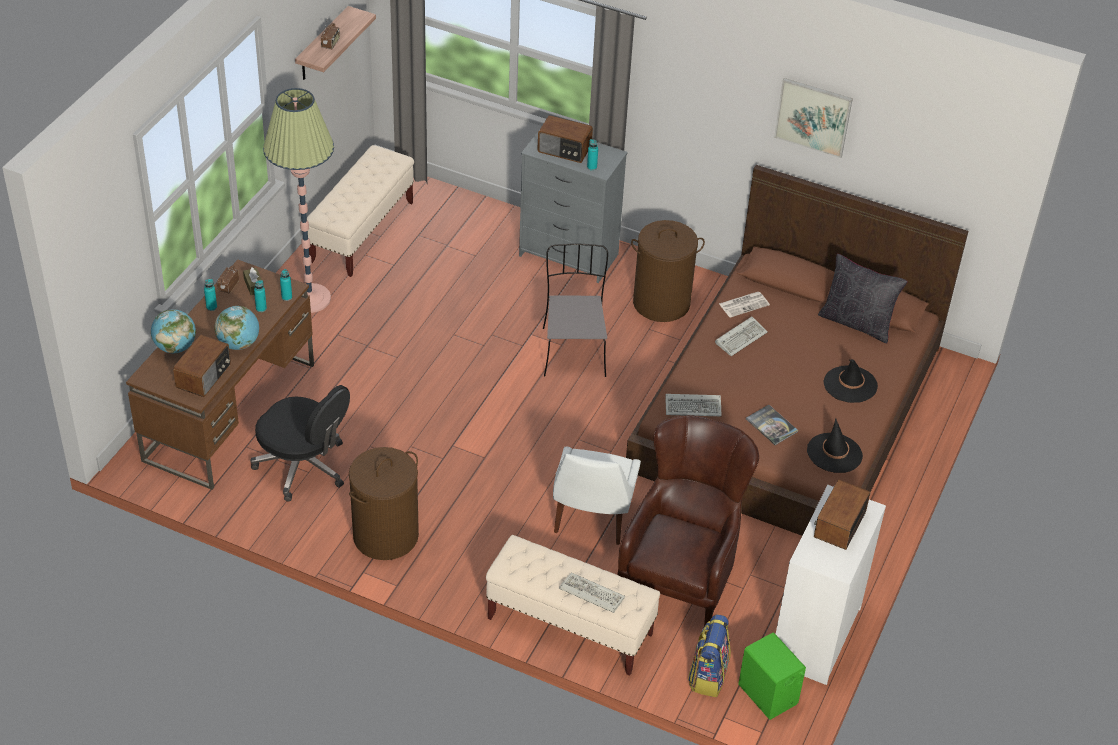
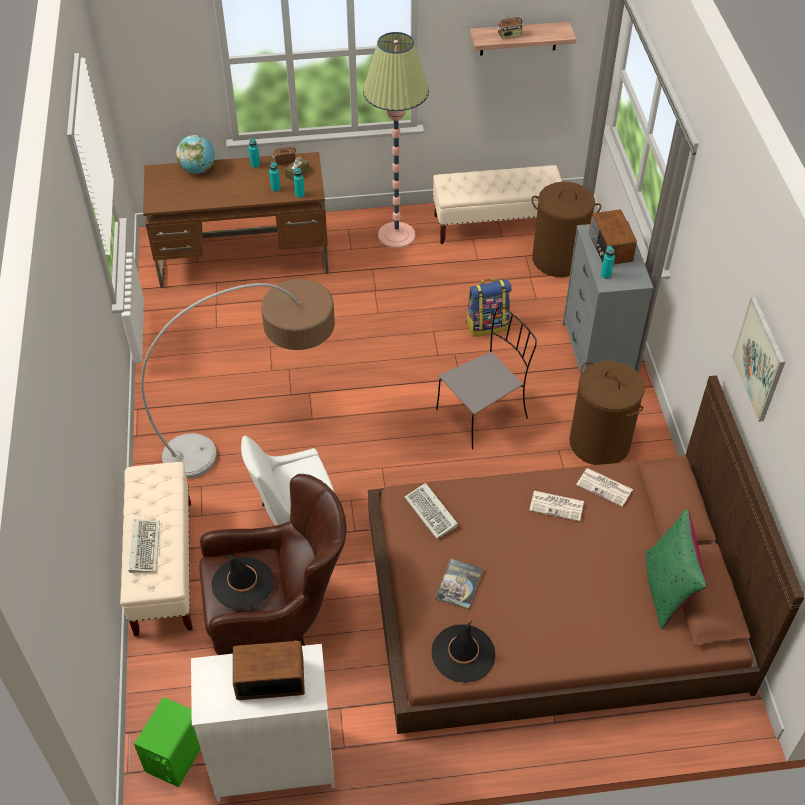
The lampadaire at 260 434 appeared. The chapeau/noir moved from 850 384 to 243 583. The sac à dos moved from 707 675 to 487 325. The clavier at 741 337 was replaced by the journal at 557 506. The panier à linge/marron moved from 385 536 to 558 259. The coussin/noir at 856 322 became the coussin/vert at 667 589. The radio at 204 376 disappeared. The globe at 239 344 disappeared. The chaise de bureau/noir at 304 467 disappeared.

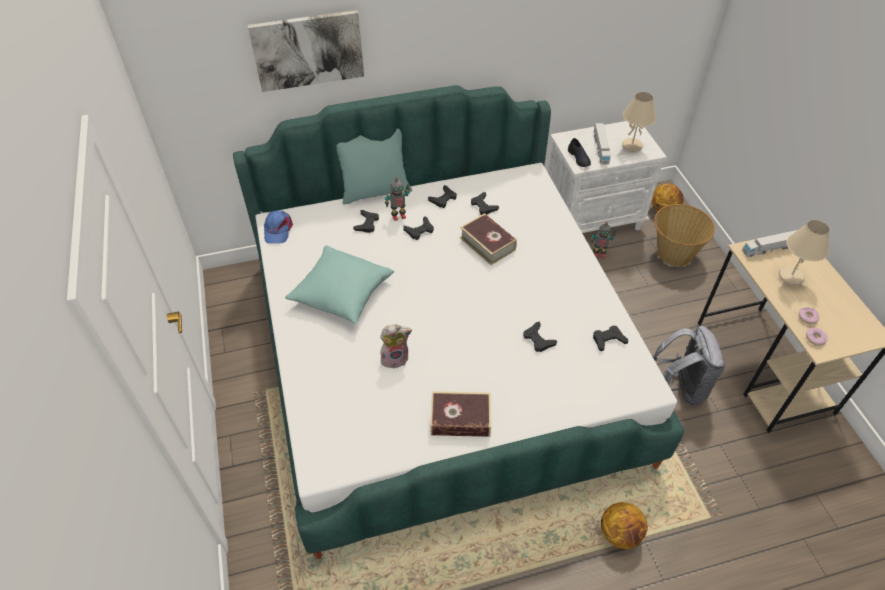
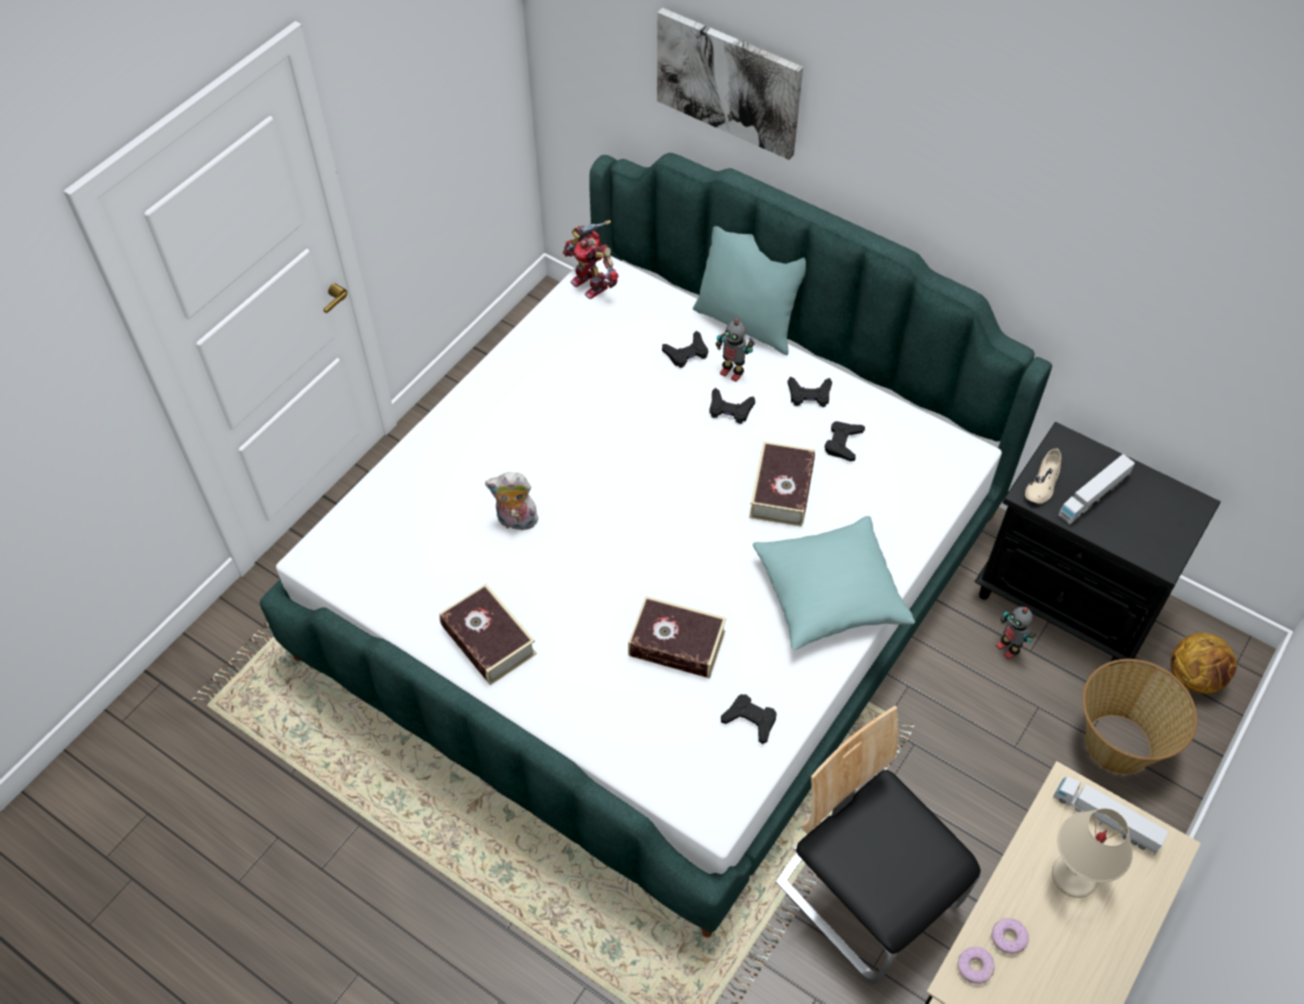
The peluche at 395 358 turned 150 degrees clockwise. The casquette/bleu at 277 230 was replaced by the robot jouet at 591 284. The manette/noir at 538 339 was replaced by the livre at 677 644. The coussin/turquoise moved from 342 293 to 829 594. The sac à dos/gris at 680 387 was replaced by the chaise at 867 893. The table de chevet/blanc at 593 219 became the table de chevet/noir at 1069 599. The chaussure/noir at 579 158 became the chaussure/beige at 1043 483. The ballon de basket at 620 534 disappeared. The lampe de table/beige at 632 146 disappeared.

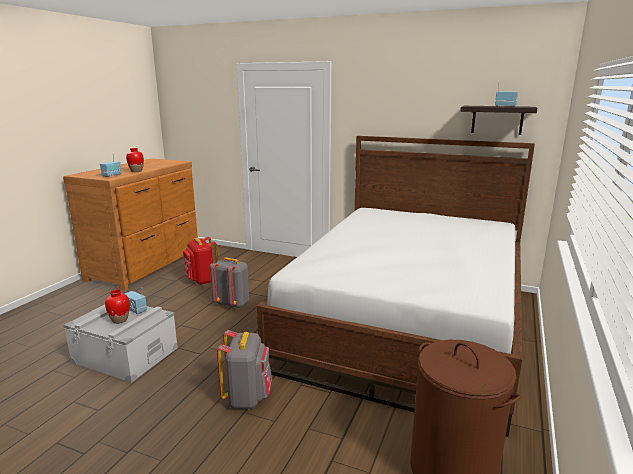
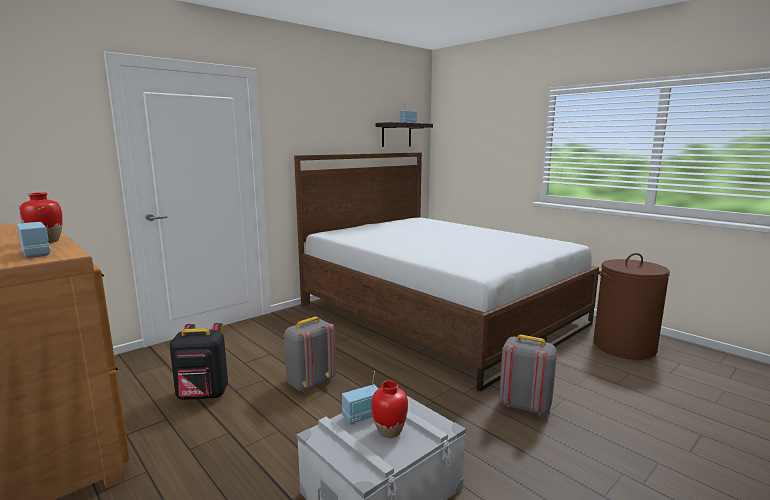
The sac à dos/rouge at 201 280 became the sac à dos/noir at 203 395.

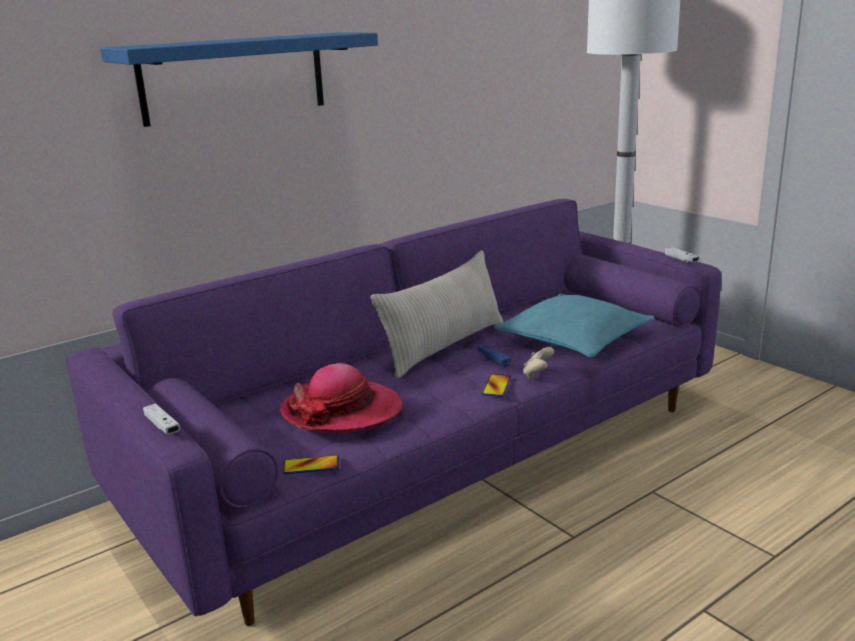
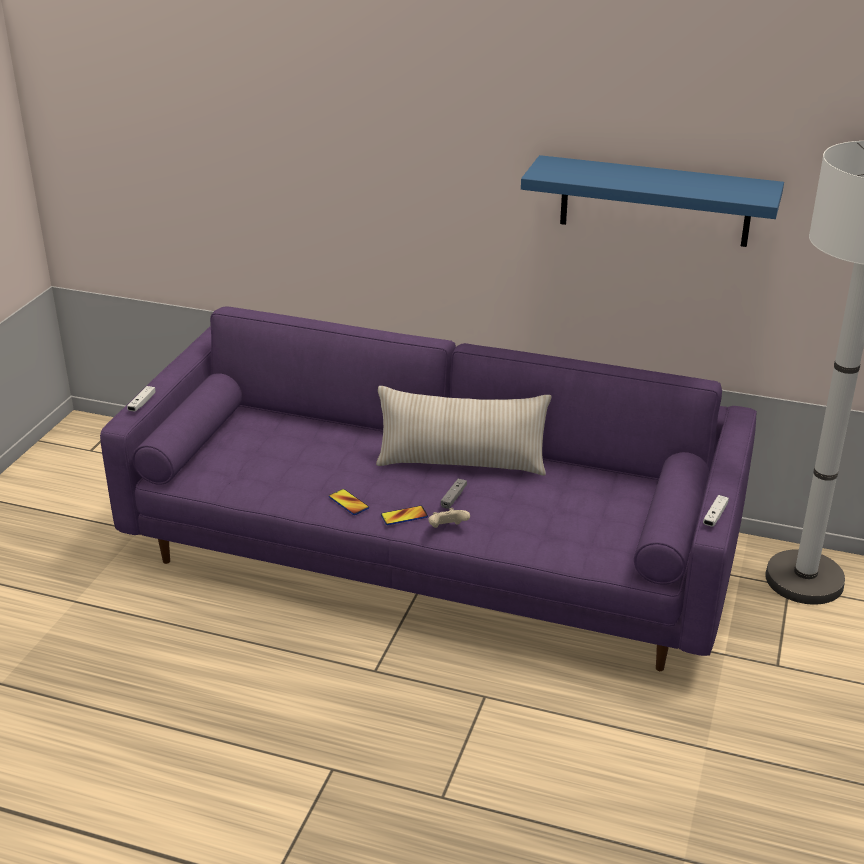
The téléphone moved from 311 466 to 348 503. The manette/bleu at 493 360 became the manette/gris at 453 497. The étagère/bleu moved from 234 77 to 655 201. The chapeau at 342 411 disappeared. The coussin/turquoise at 574 339 disappeared.

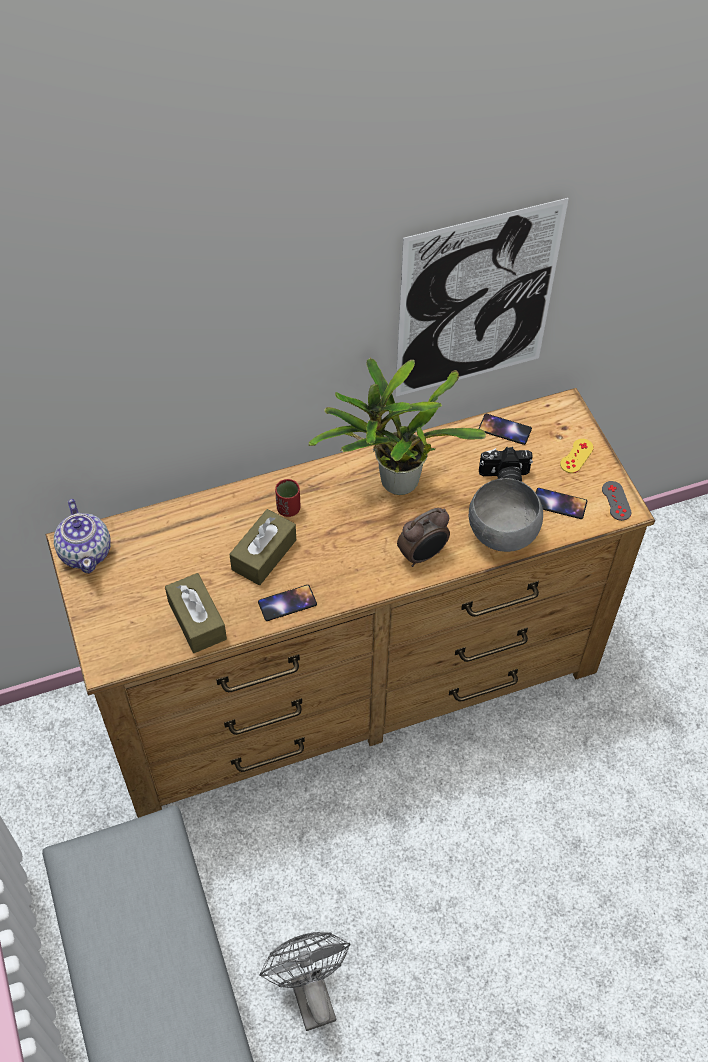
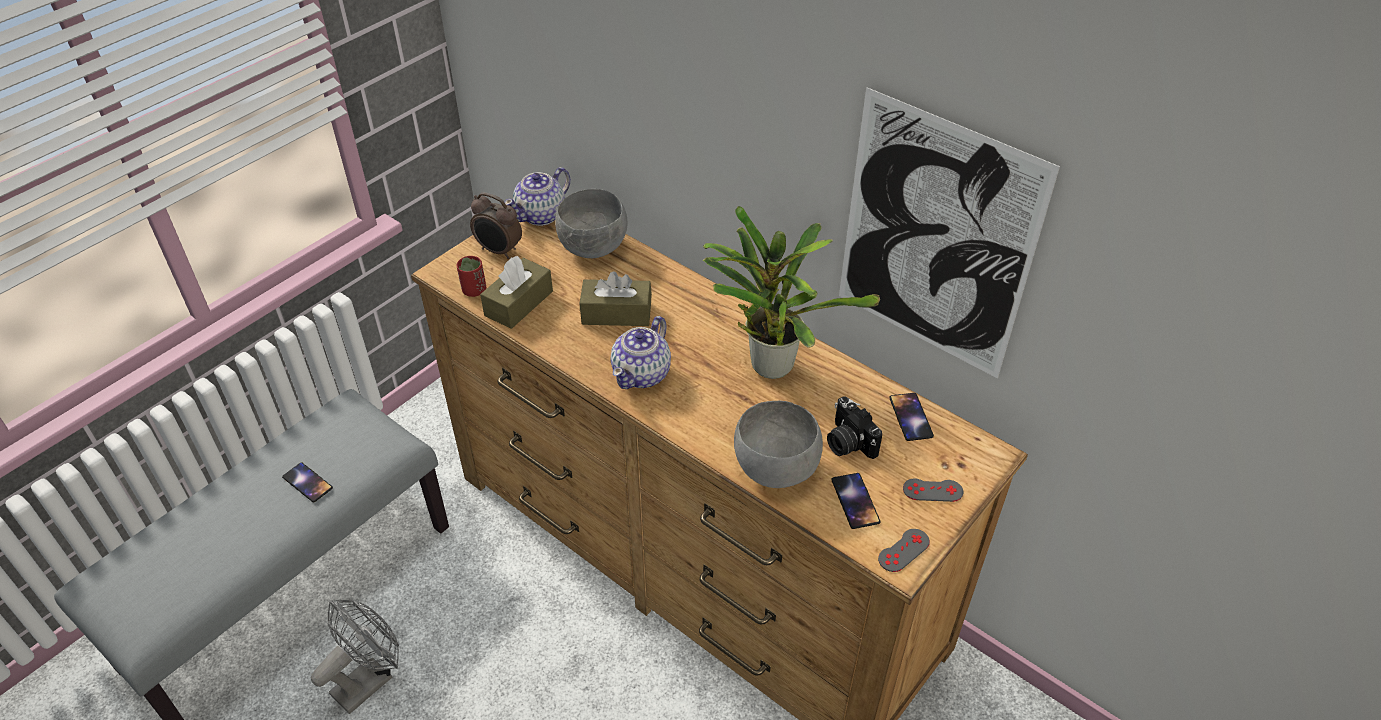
The téléphone moved from 287 603 to 307 482. The tasse/rouge moved from 288 508 to 474 290. The réveil moved from 423 555 to 499 251. The bol/gris at 594 248 appeared. The théière at 642 374 appeared. The manette/jaune at 576 456 became the manette/gris at 932 490.

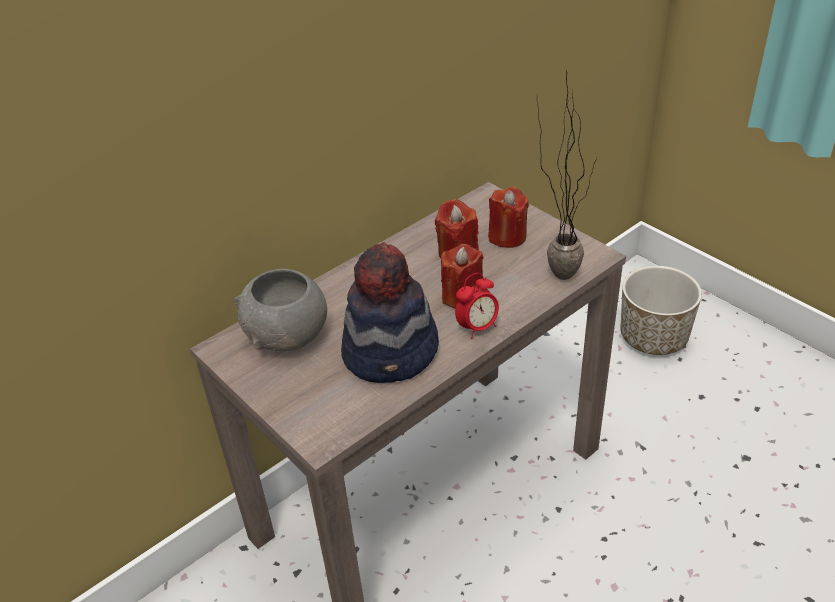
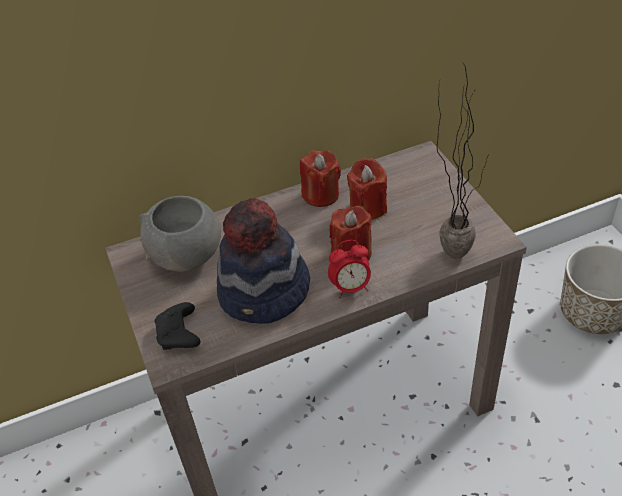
The manette/noir at 179 334 appeared. The bougie/rouge moved from 507 236 to 321 195.

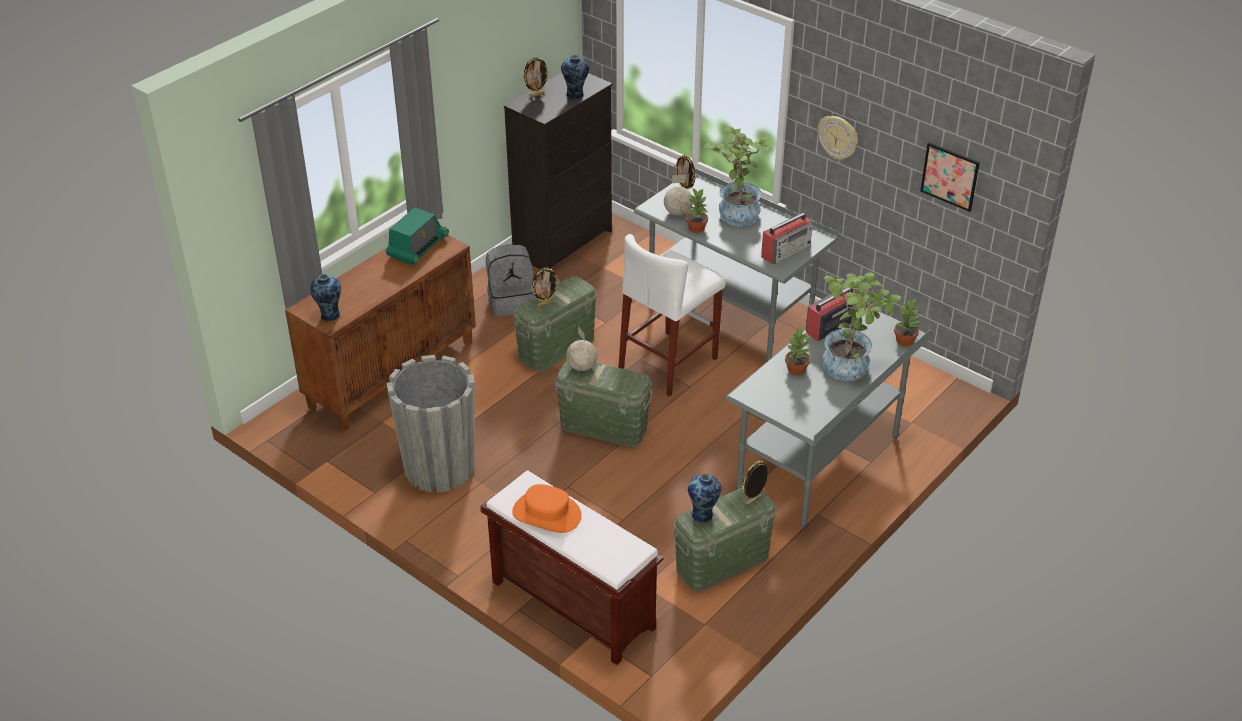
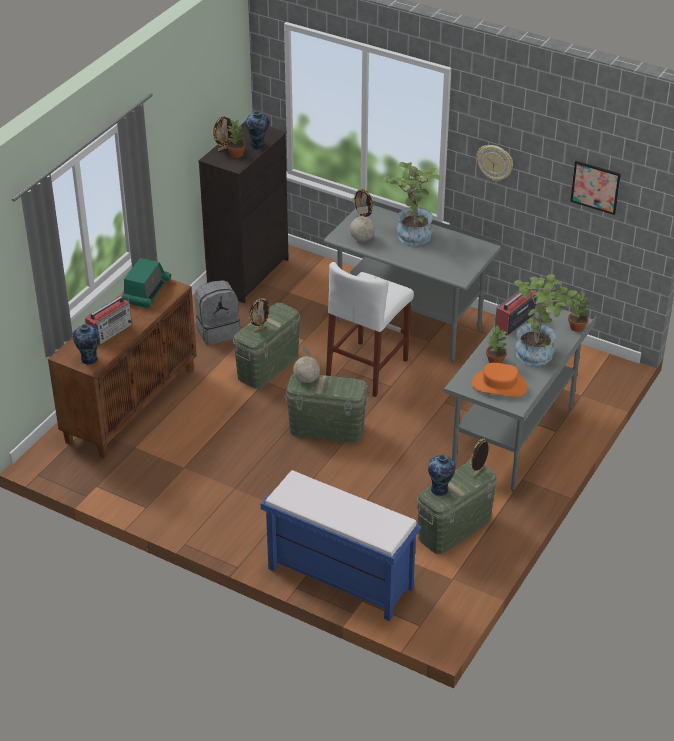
The radio moved from 786 251 to 110 331. The plante en pot moved from 696 228 to 236 153. The banc/marron at 571 604 became the banc/bleu at 338 578. The chapeau/orange moved from 547 514 to 499 385. The cache-pot/gris at 439 468 disappeared.

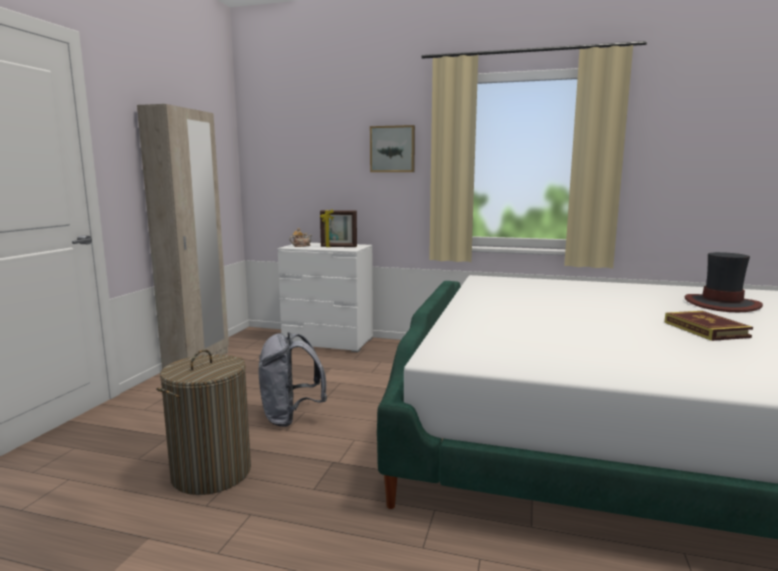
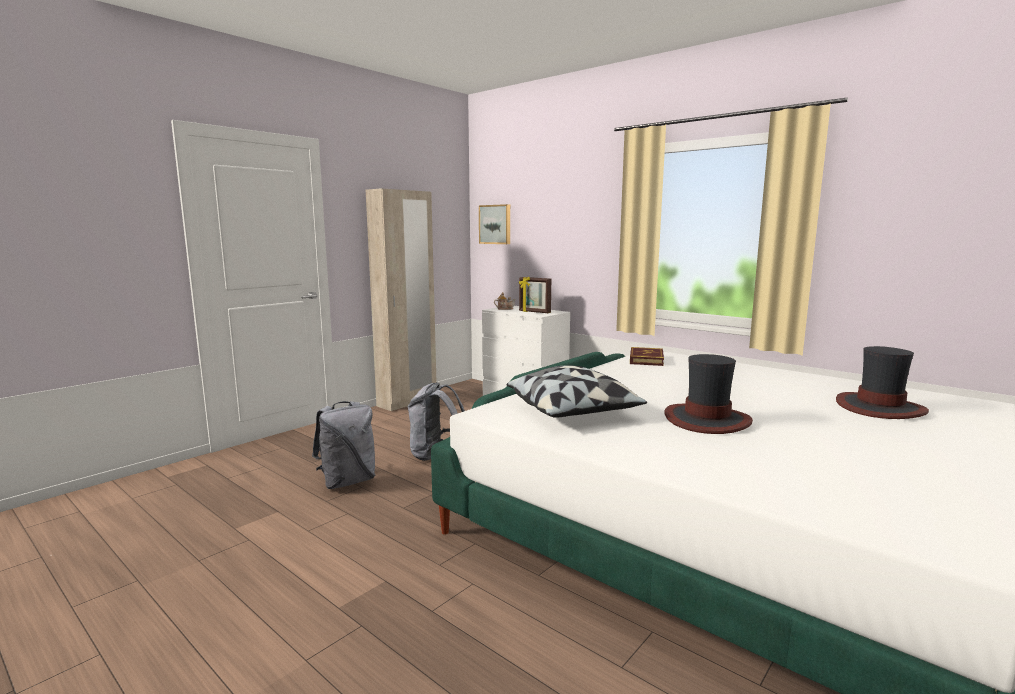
The panier à linge at 211 473 was replaced by the sac à dos/gris at 347 481. The tableau moved from 392 149 to 495 224. The coussin at 573 412 appeared. The livre moved from 705 329 to 646 359. The chapeau at 707 420 appeared.

